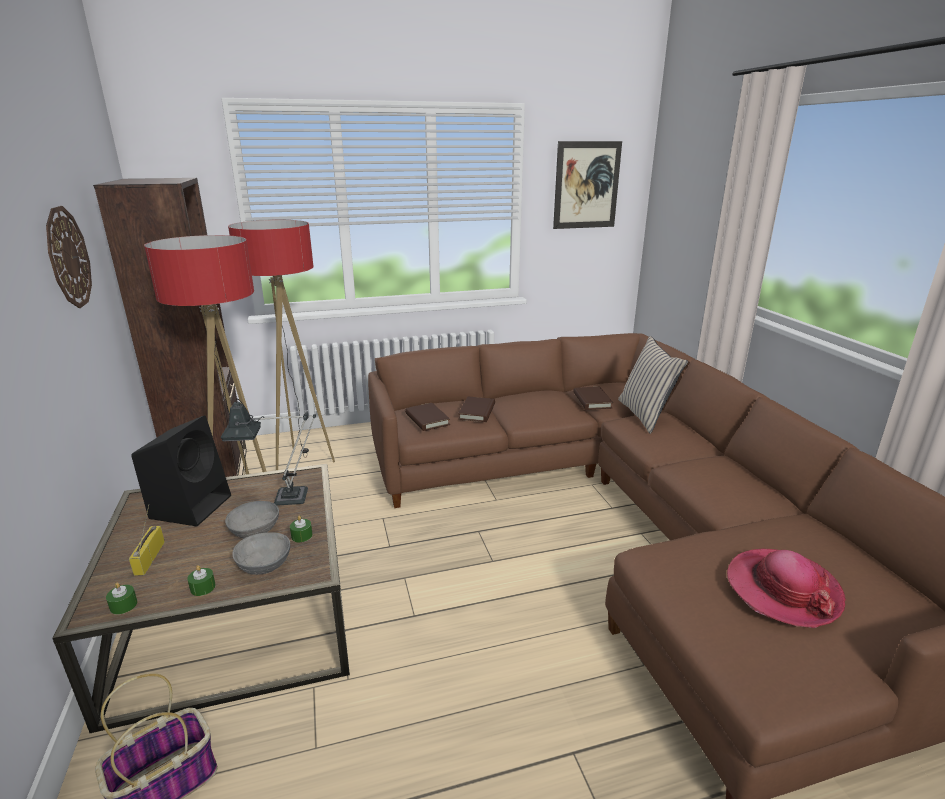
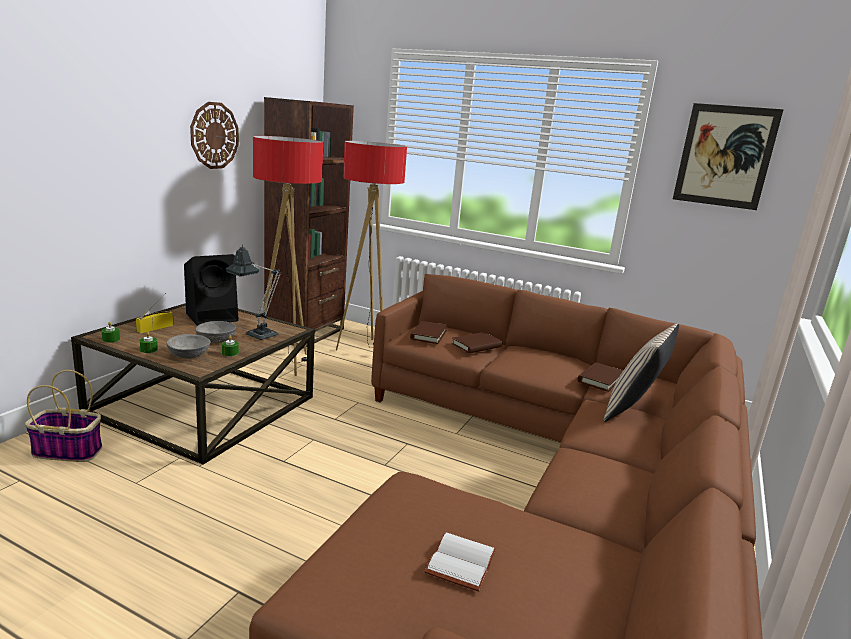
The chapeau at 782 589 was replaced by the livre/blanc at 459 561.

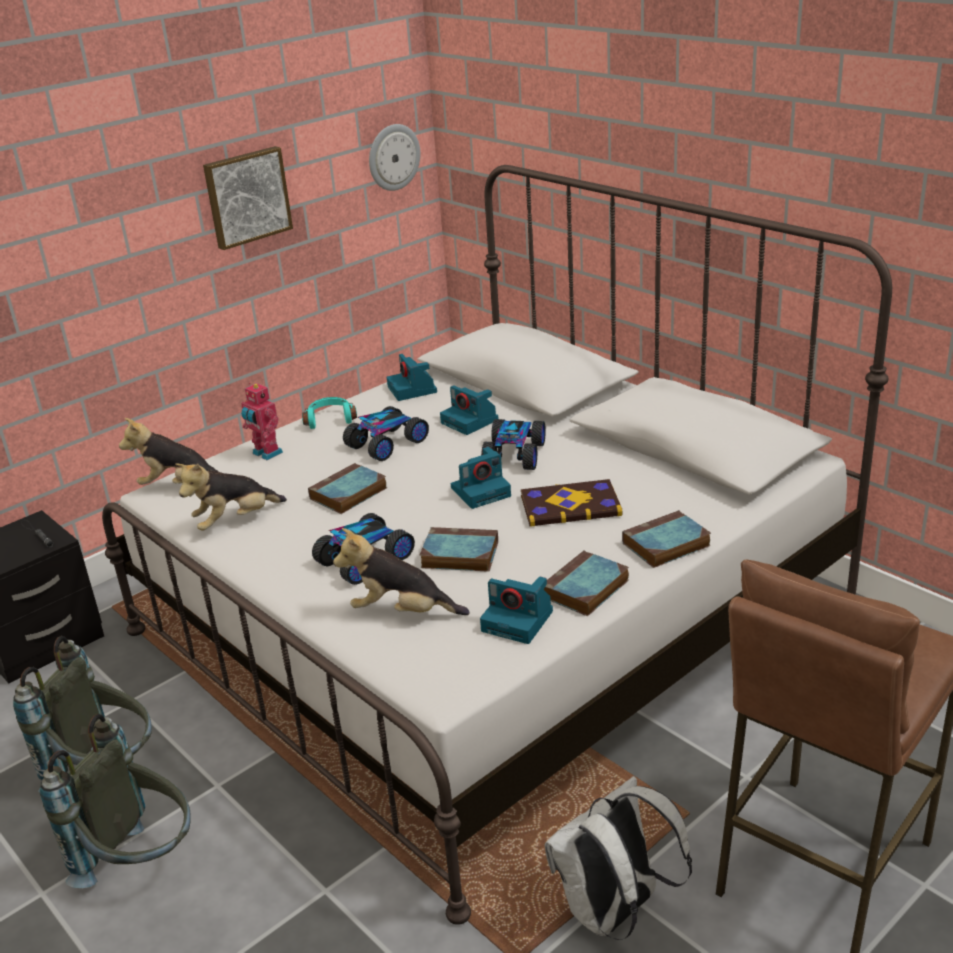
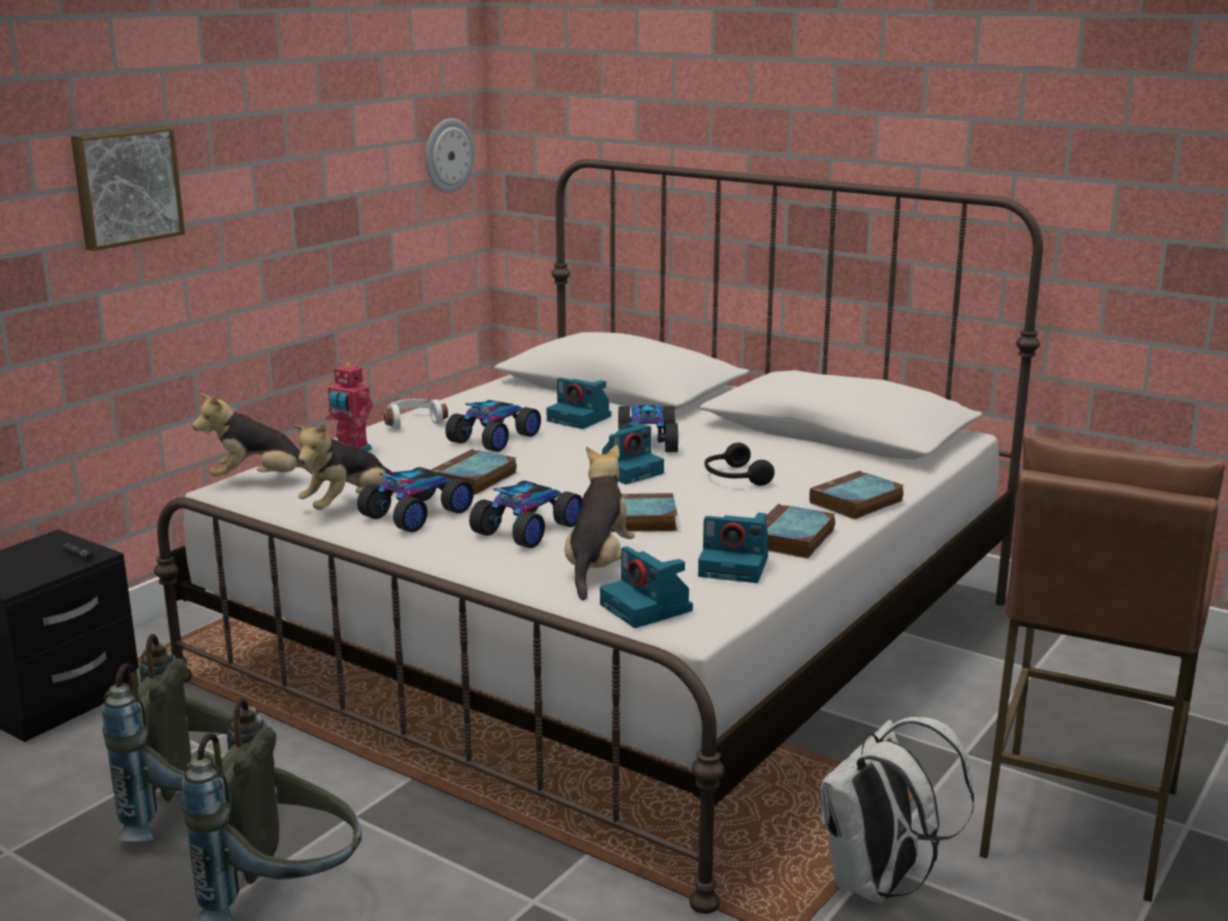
The tableau moved from 246 197 to 126 186. The petite voiture at 417 514 appeared. The casque audio/turquoise at 330 419 became the casque audio/blanc at 413 422. The peluche at 402 612 turned 105 degrees clockwise. The appareil photo moved from 413 390 to 648 608. The livre at 570 505 was replaced by the casque audio/noir at 734 477.

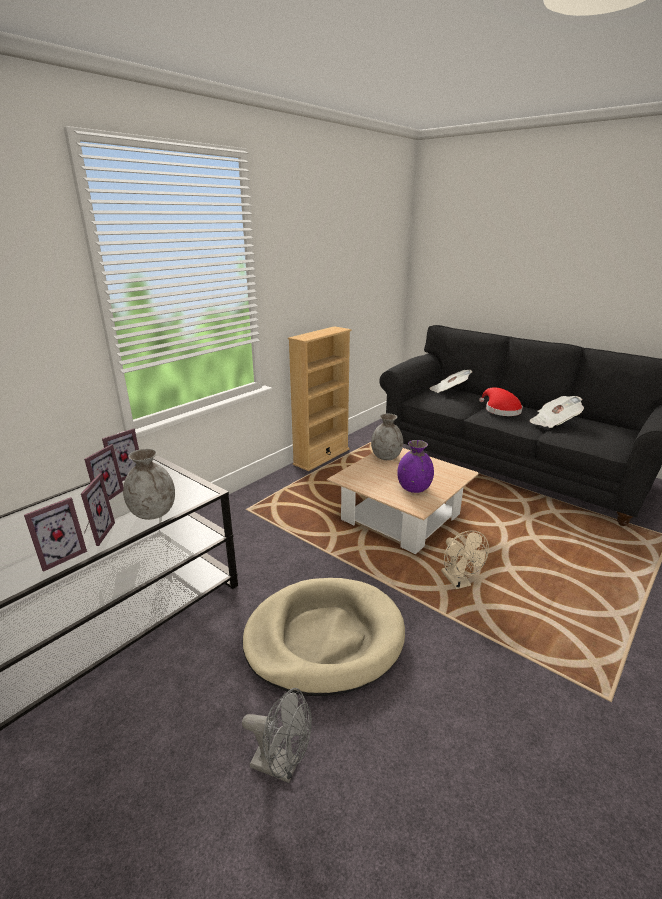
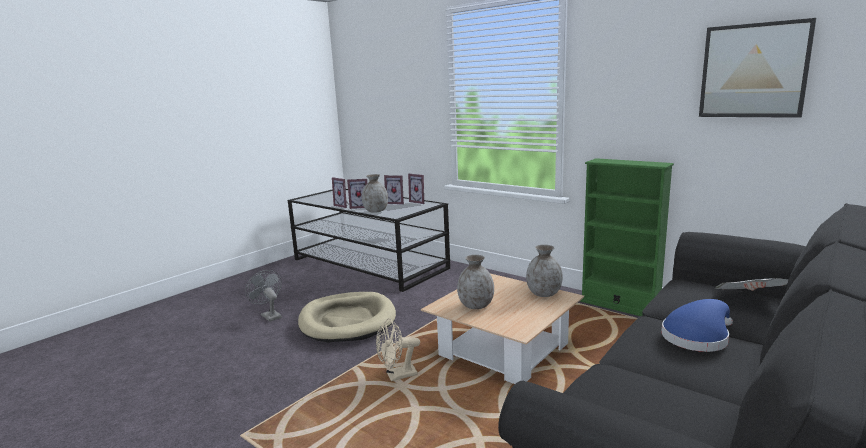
The ventilateur/gris at 282 765 turned 120 degrees clockwise. The vase/violet at 414 488 became the vase/gris at 476 306. The bibliothèque/beige at 321 457 became the bibliothèque/vert at 619 305. The chapeau/rouge at 500 410 became the chapeau/bleu at 697 337. The tableau at 753 71 appeared. The journal at 553 423 disappeared.

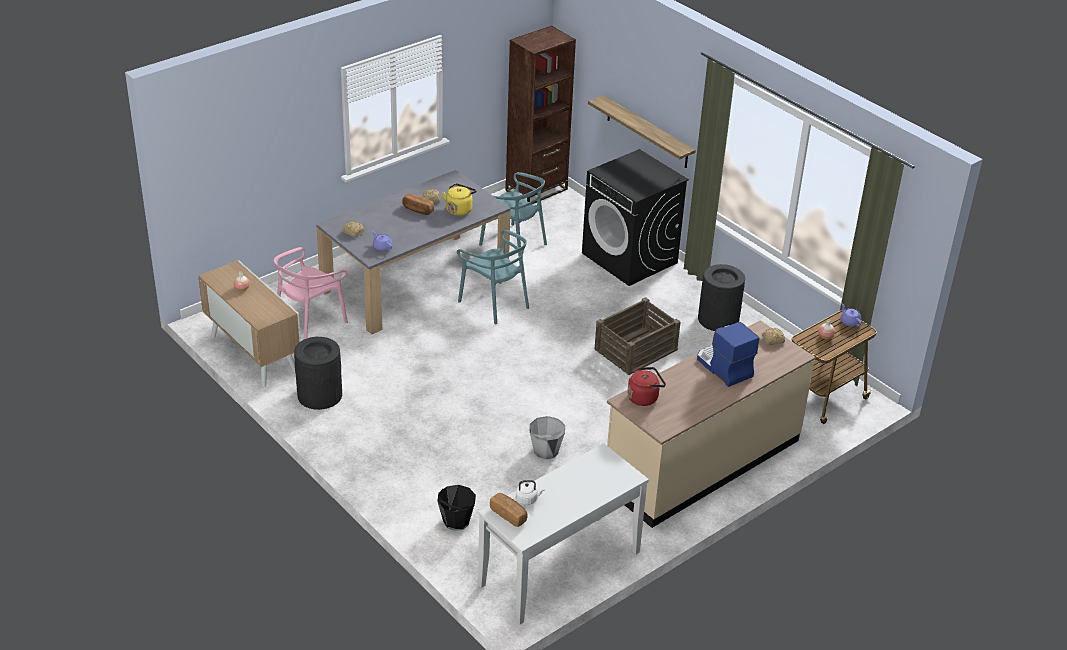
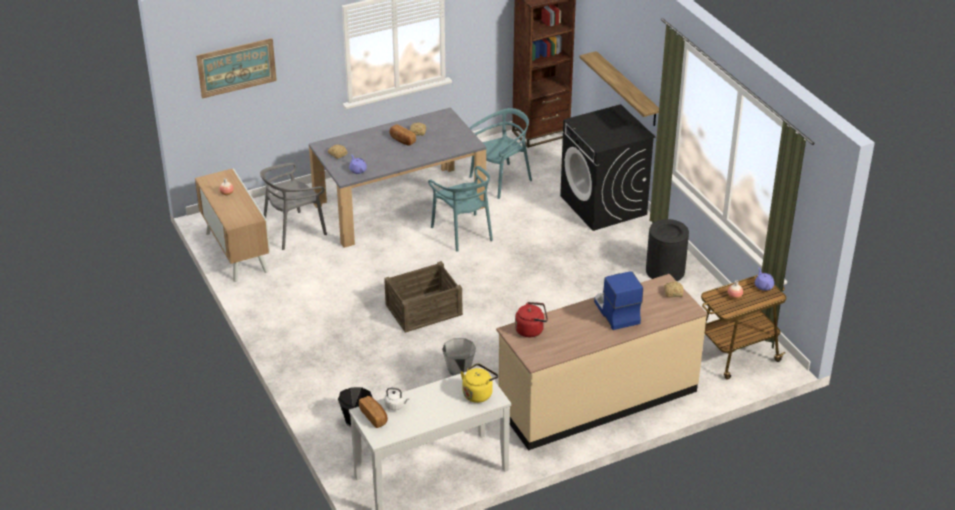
The tableau at 236 67 appeared. The chaise/rose at 309 323 became the chaise/gris at 293 231. The caisse moved from 635 349 to 423 309. The bouilloire/jaune moved from 459 209 to 478 393. The chaise/turquoise at 513 243 turned 90 degrees counterclockwise. The poubelle/noir at 319 395 disappeared.

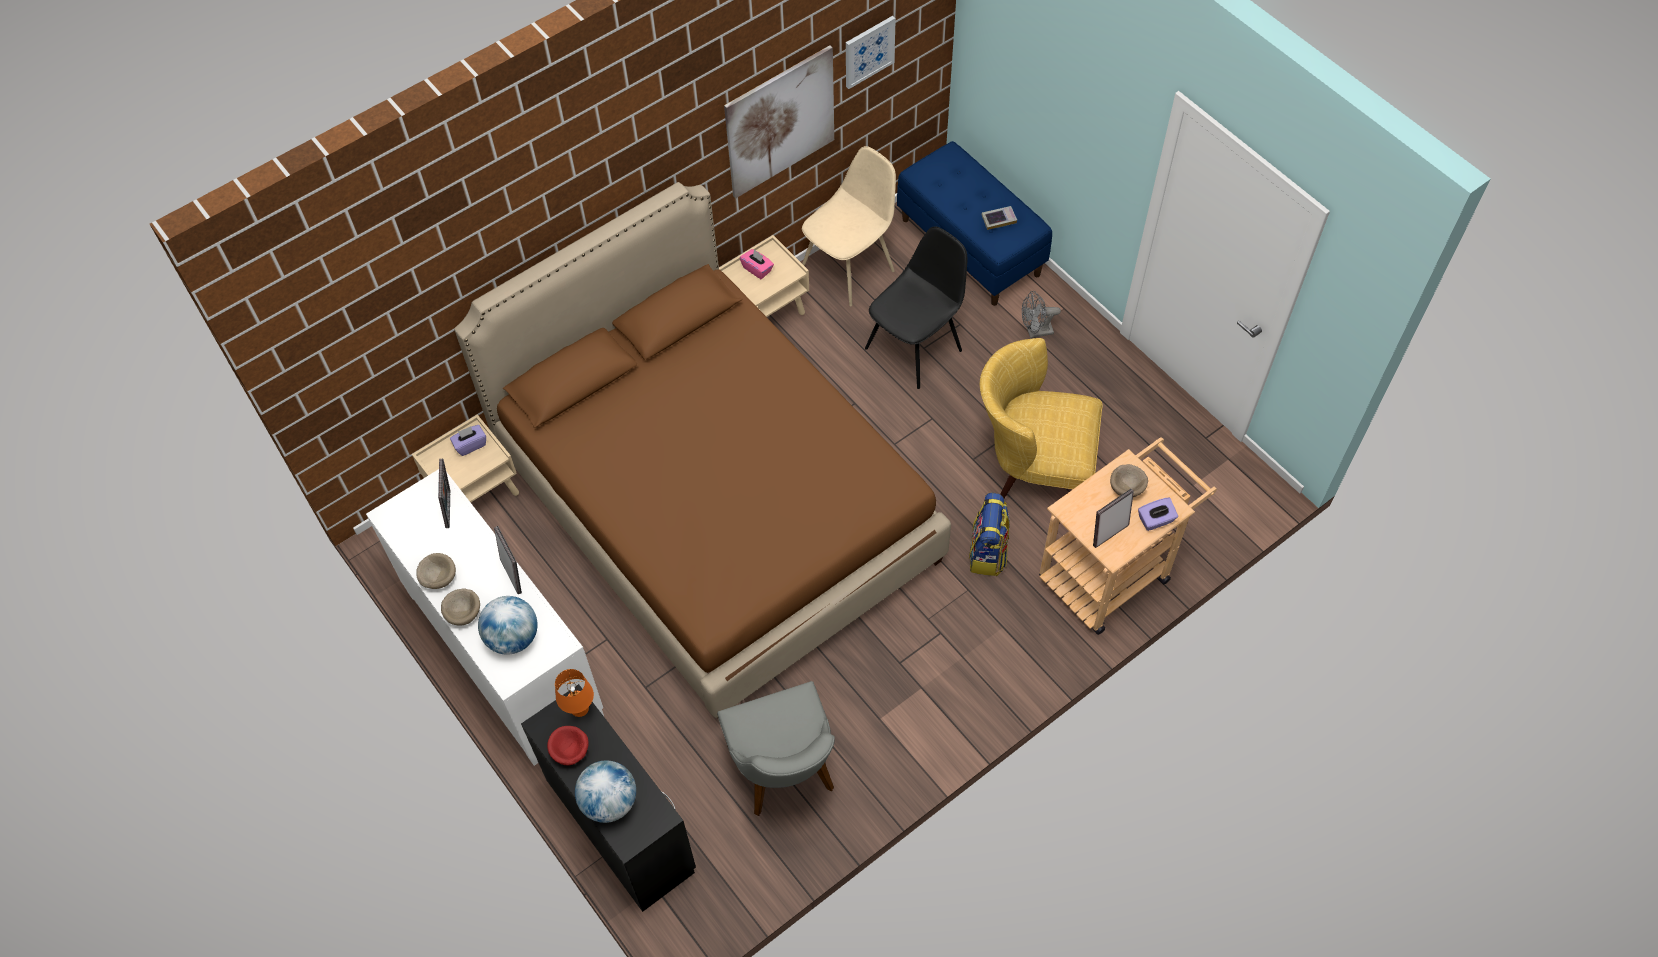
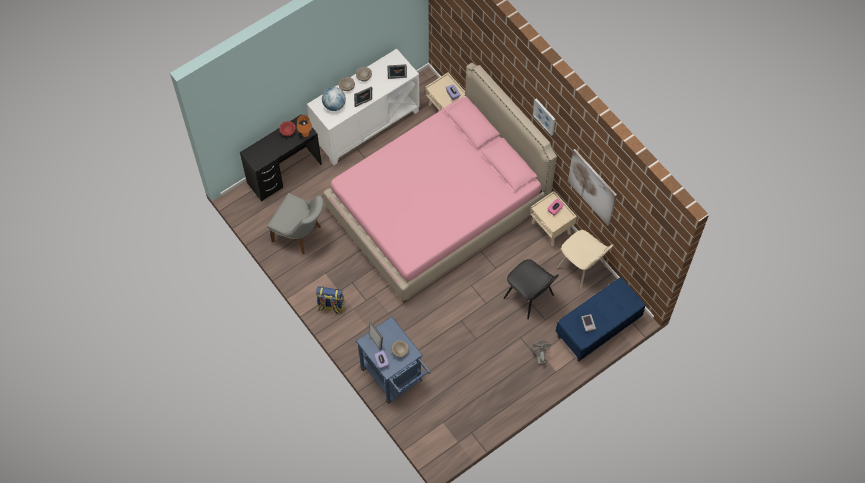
The chaise/gris at 785 776 turned 135 degrees counterclockwise. The sac à dos moved from 988 553 to 331 306. The lit/marron at 717 506 became the lit/rose at 437 207. The chariot/beige at 1112 571 became the chariot/bleu at 394 378. The tableau moved from 869 51 to 544 116. The globe at 609 802 disappeared. The fauteuil/jaune at 1033 466 disappeared.

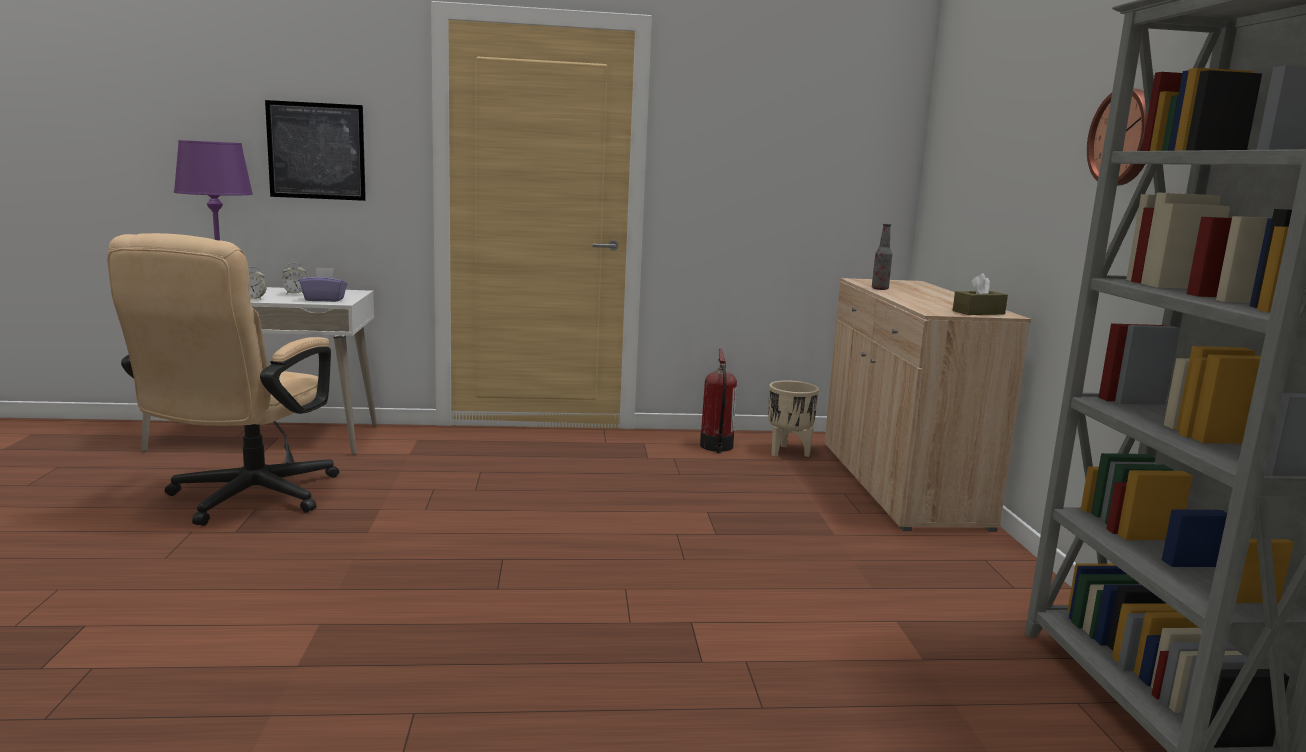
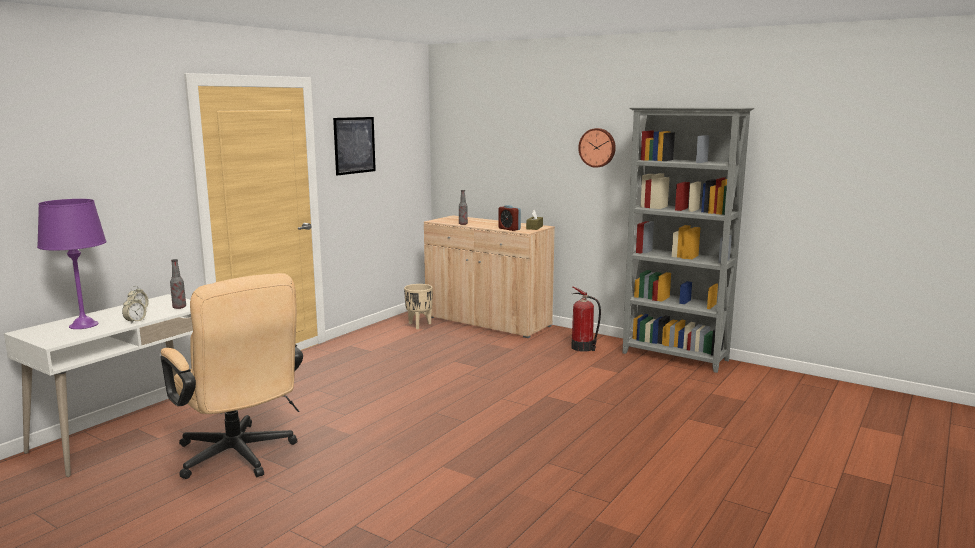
The boîte à mouchoirs/violet at 324 299 was replaced by the bouteille at 179 307. The tableau moved from 316 151 to 354 145. The réveil at 509 229 appeared. The extincteur moved from 716 447 to 583 348.

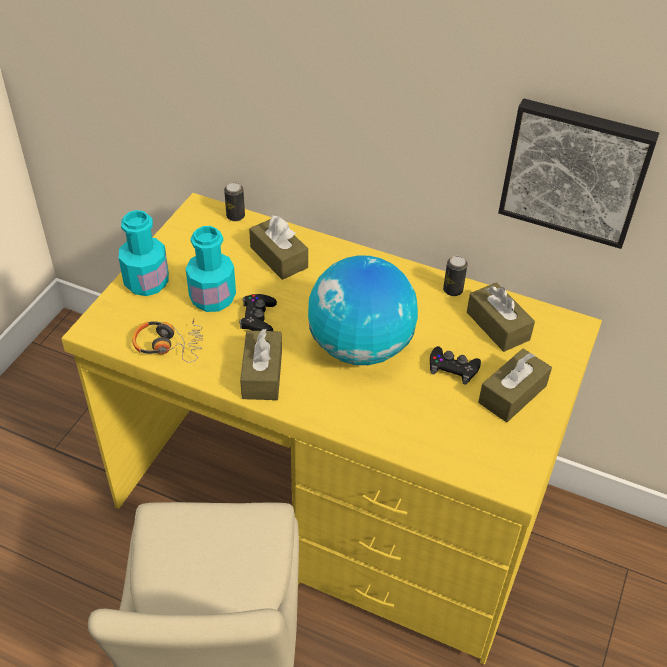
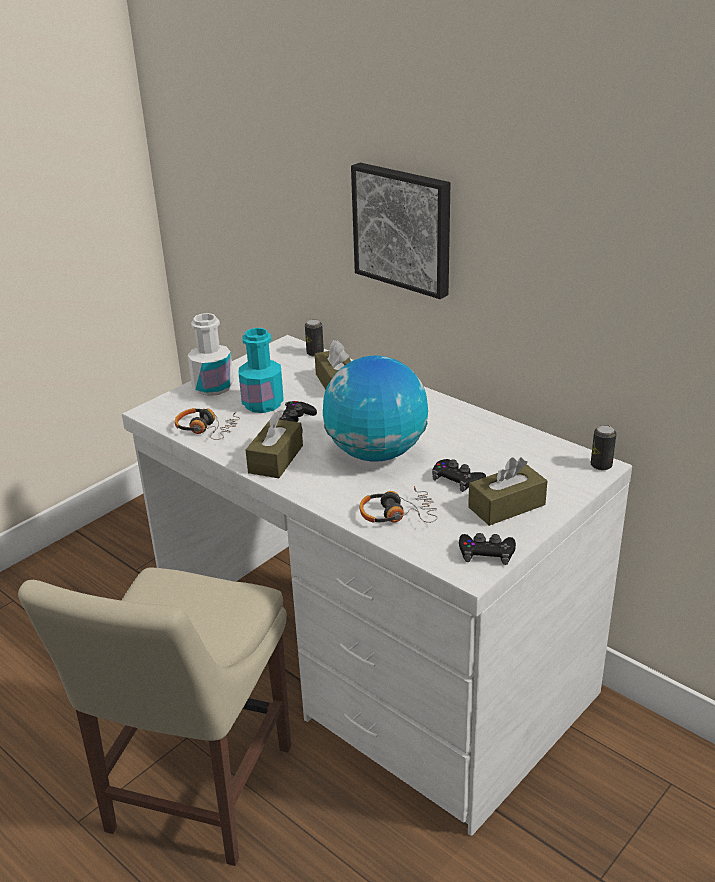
The bureau/jaune at 332 502 became the bureau/blanc at 371 659. The bouteille/turquoise at 147 282 became the bouteille/blanc at 213 387. The tableau moved from 575 171 to 404 228. The casque audio at 397 514 appeared. The manette/noir at 486 553 appeared. The boîte métallique moved from 453 290 to 601 465. The boîte à mouchoirs/marron at 497 326 disappeared.

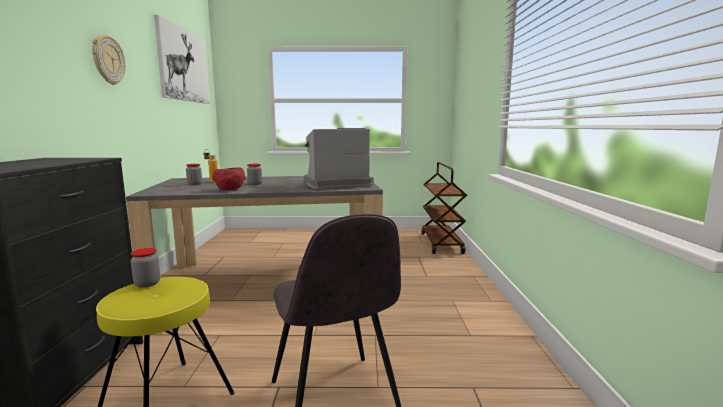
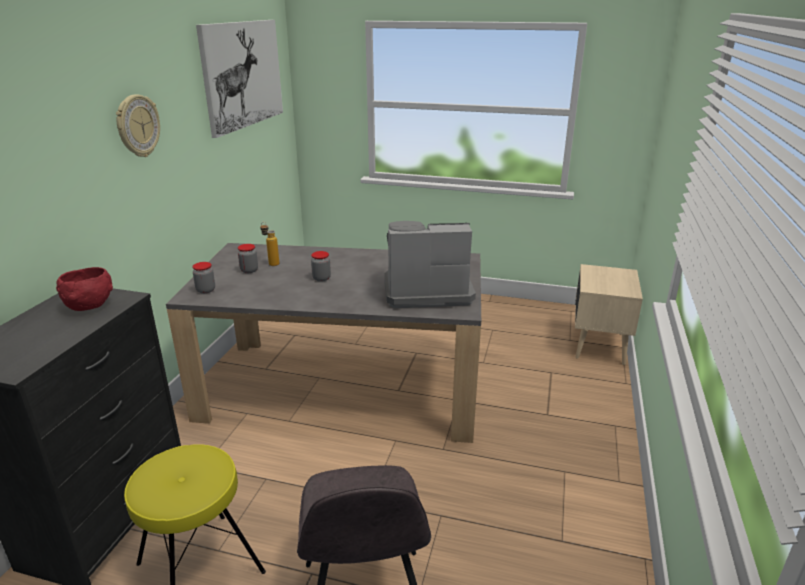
The bol/rouge moved from 230 190 to 90 306. The bocal moved from 147 284 to 206 290. The chariot/marron at 441 243 was replaced by the table de chevet/beige at 597 346.

